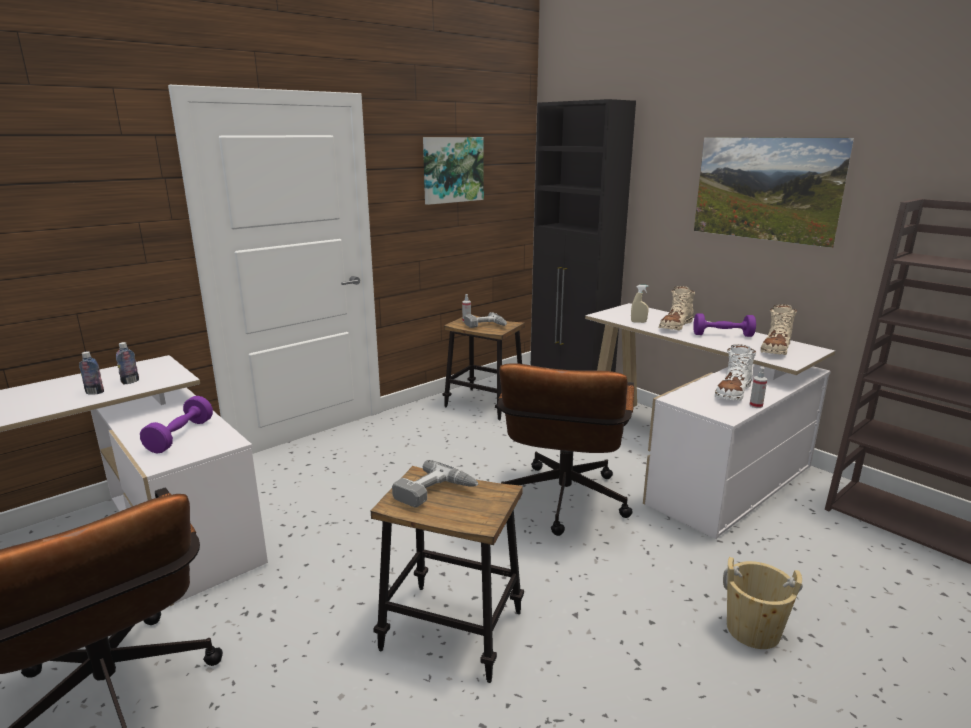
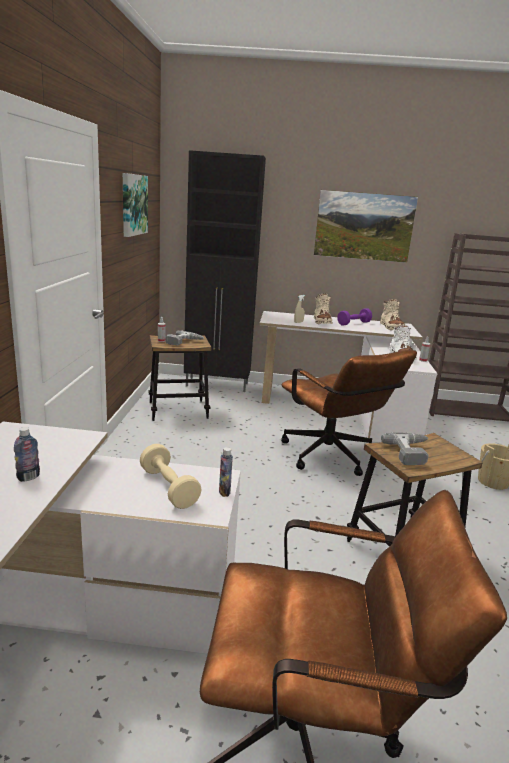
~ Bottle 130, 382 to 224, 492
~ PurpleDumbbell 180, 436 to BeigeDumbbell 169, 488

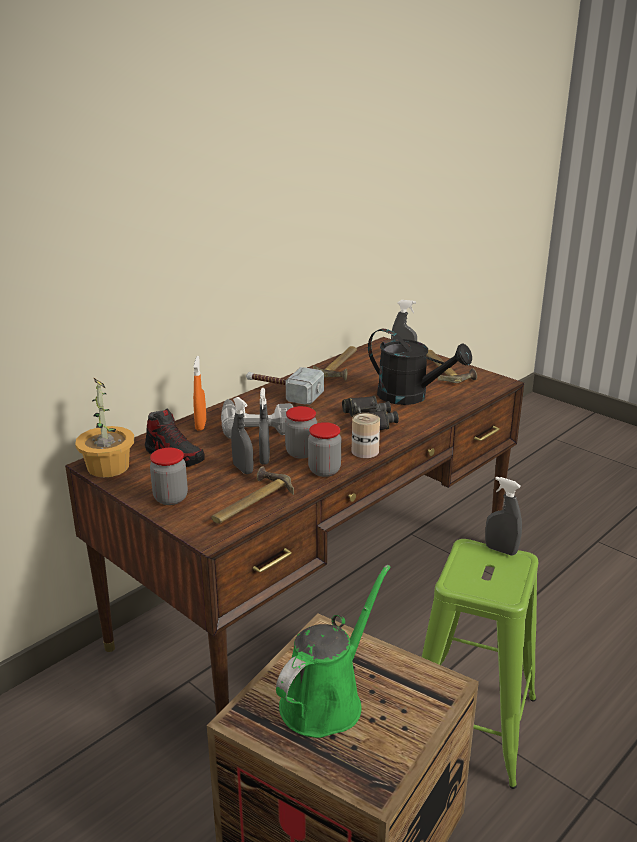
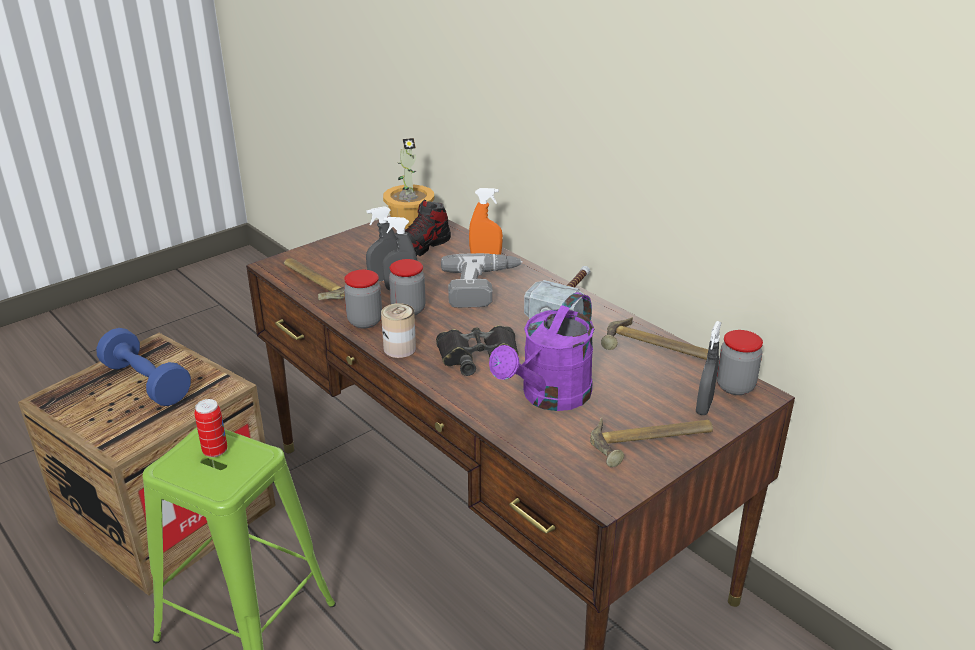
~ Jar 170, 498 to 735, 386
~ GreenWateringCan 326, 700 to BlueDumbbell 147, 383
~ BlackWateringCan 411, 397 to PurpleWateringCan 549, 397
- GreySprayBottle 500, 550
+ Can 215, 451

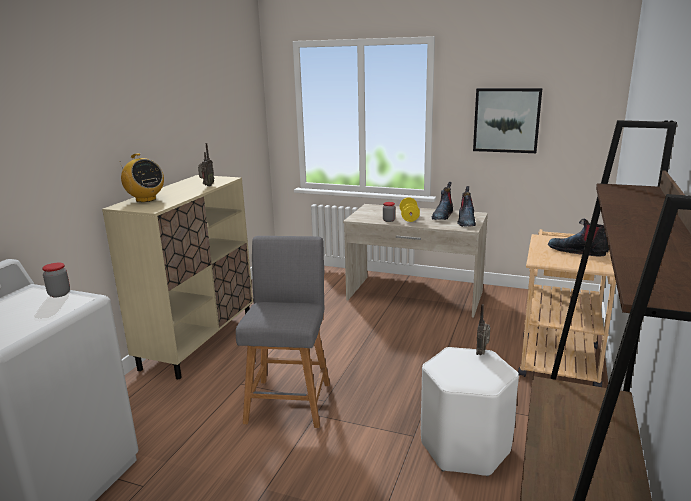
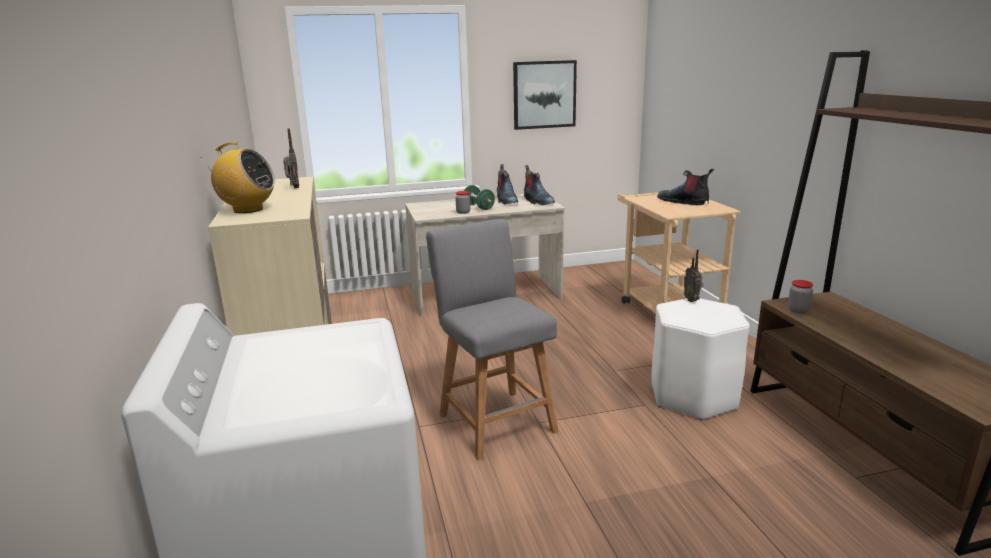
~ Jar 59, 294 to 798, 310
~ YellowDumbbell 409, 218 to GreenDumbbell 478, 207
~ Boot 578, 251 = 683, 202 45 degrees clockwise

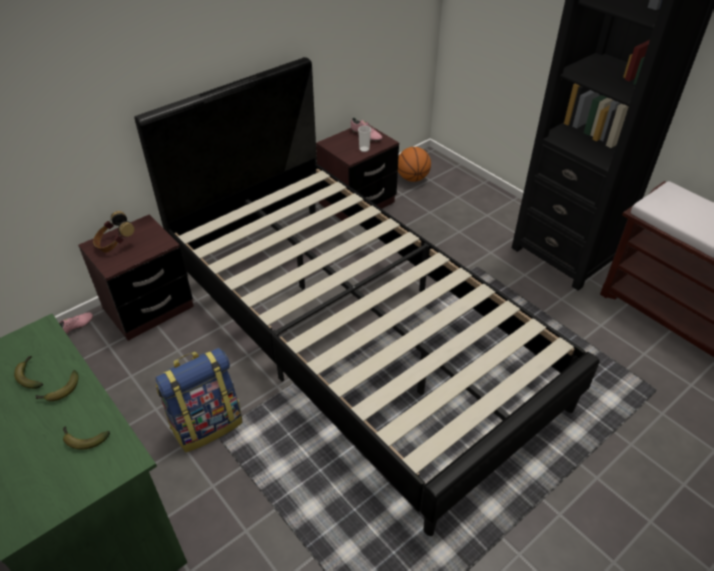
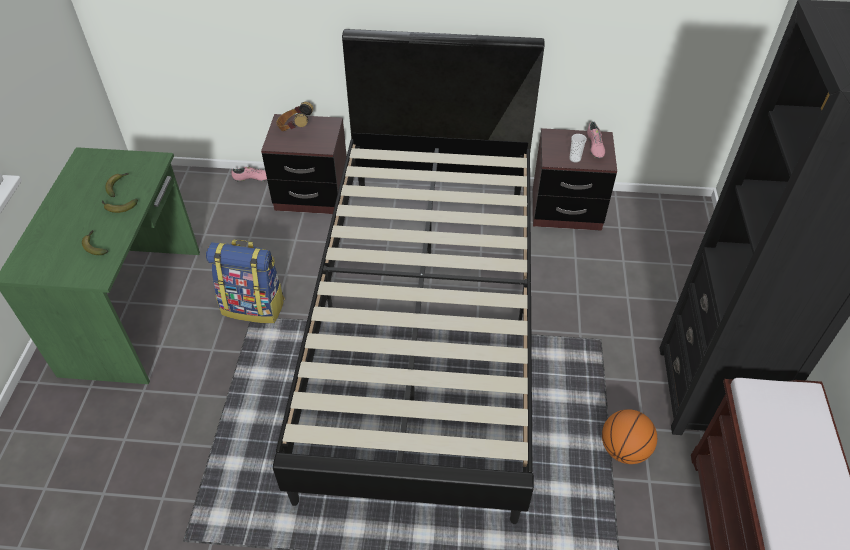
~ Basketball 412, 178 to 624, 449

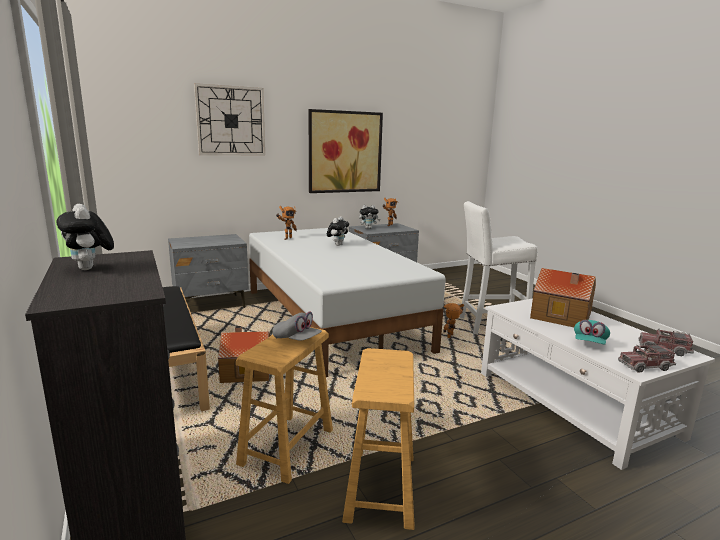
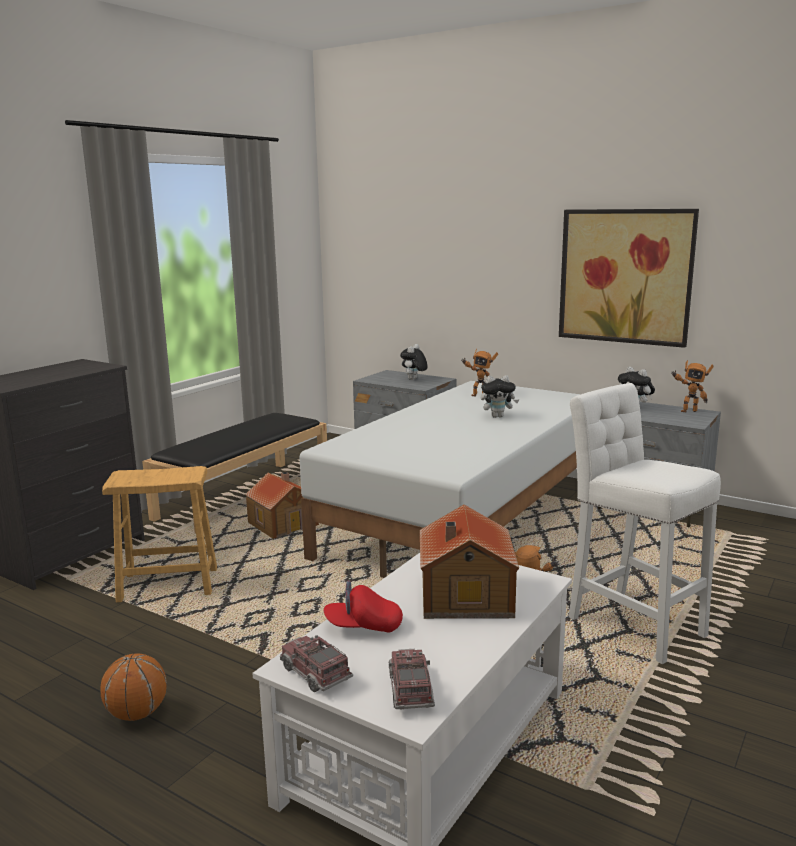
~ PlushToy 90, 269 to 414, 379
- WallClock 231, 121
- GreyCap 297, 340
- BrownStool 381, 487
~ TurquoiseCap 589, 343 to RedCap 363, 626
+ Basketball 137, 714

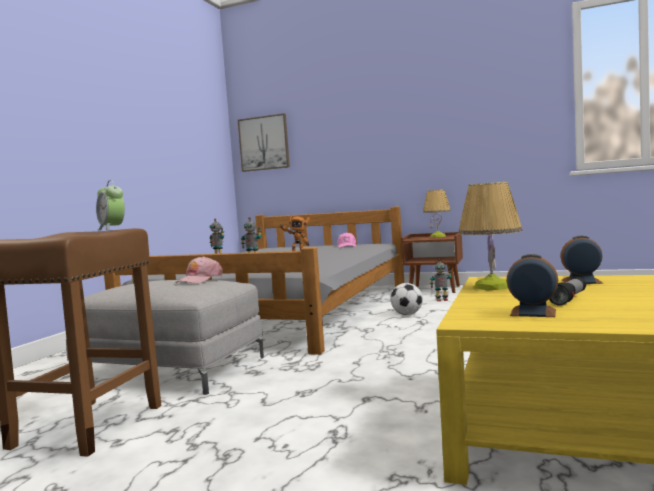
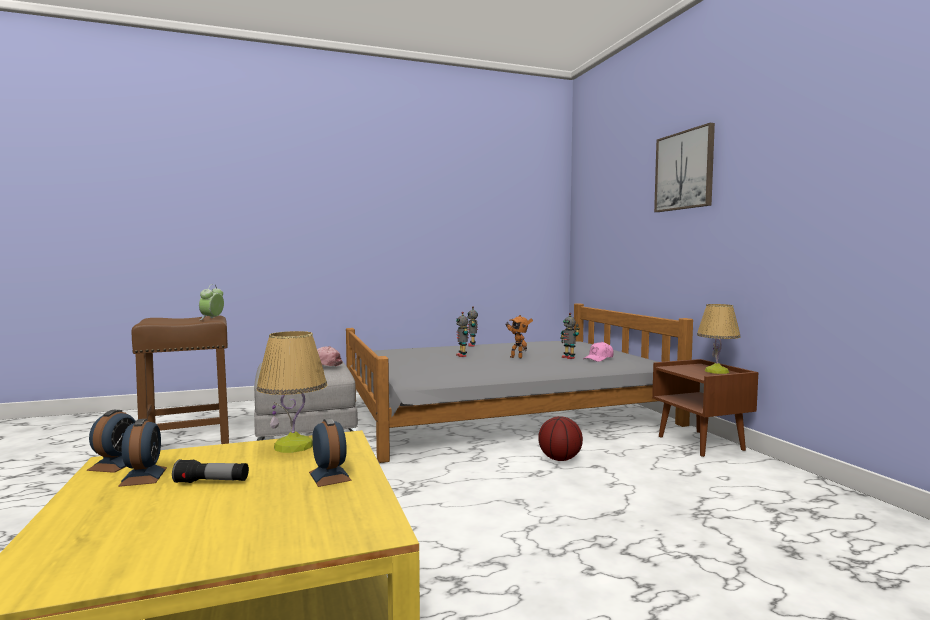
~ Picture 264, 143 to 684, 170
~ Football 407, 314 to Basketball 560, 459
~ ToyRobot 441, 300 to 568, 357
+ AlarmClock 115, 464

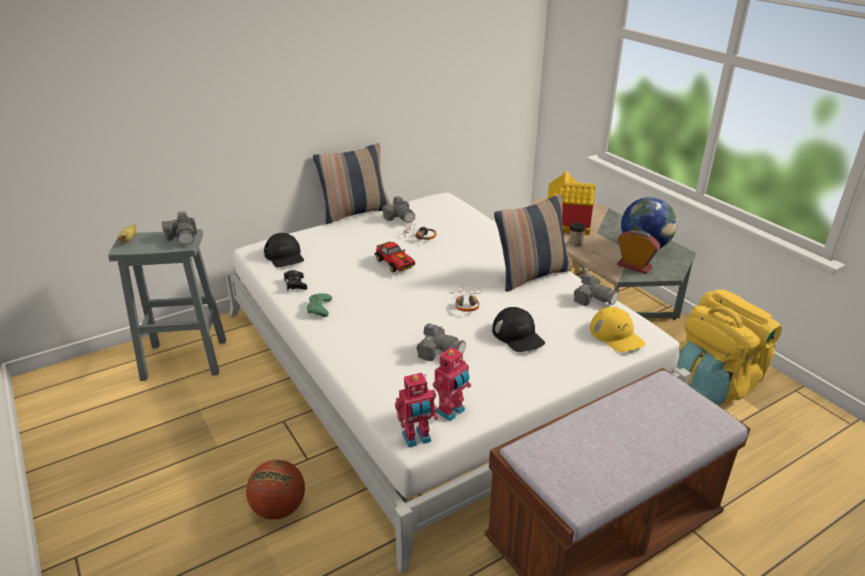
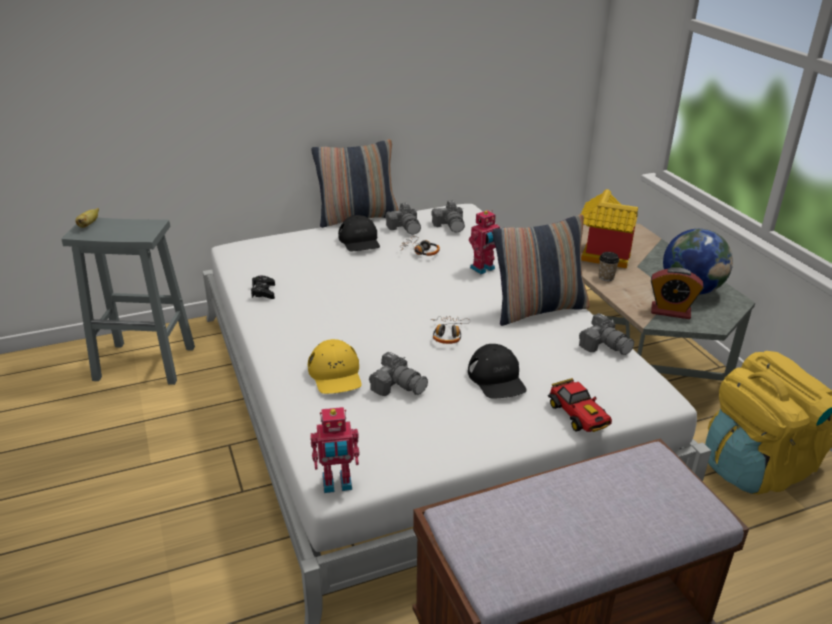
~ PhotoCamera 183, 237 to 450, 225
- Basketball 279, 508
~ BlackCap 284, 256 to 359, 240
- GreenGameController 319, 308
~ ToyCar 395, 264 to 578, 416
~ ToyRobot 451, 411 to 483, 269
~ YellowCap 616, 335 to 335, 374
~ AlarmClock 634, 266 = 670, 311 150 degrees clockwise

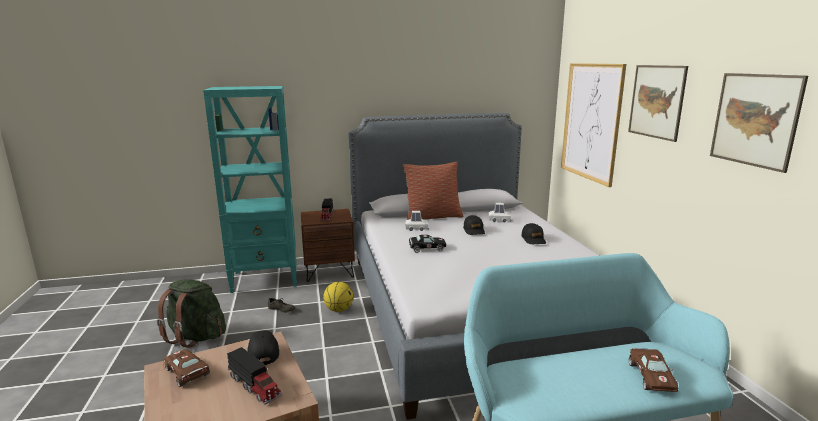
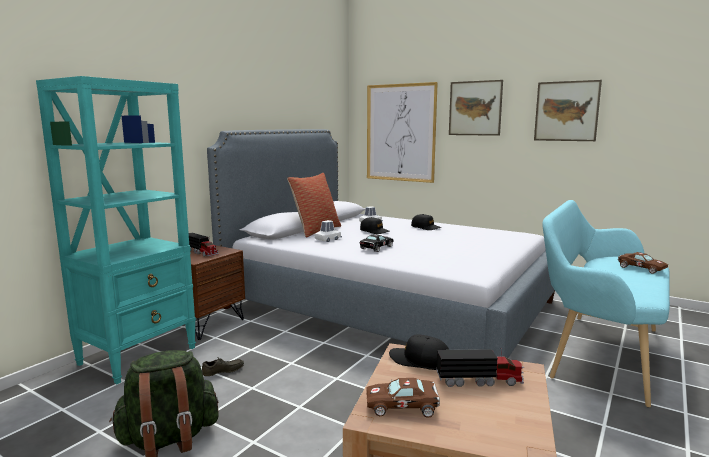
- Basketball 339, 309

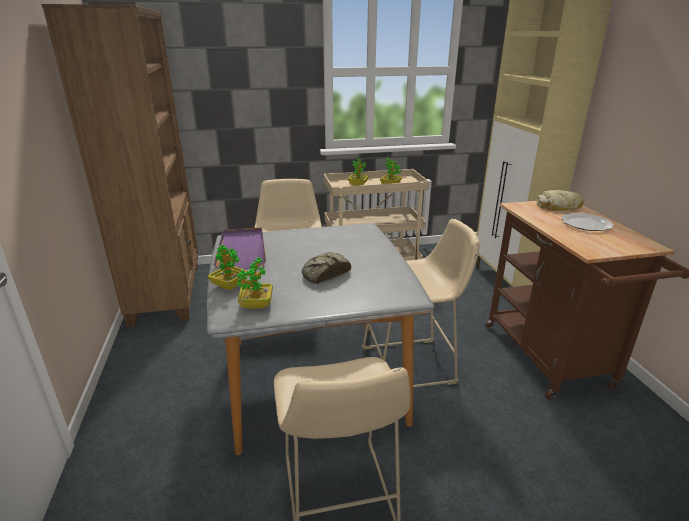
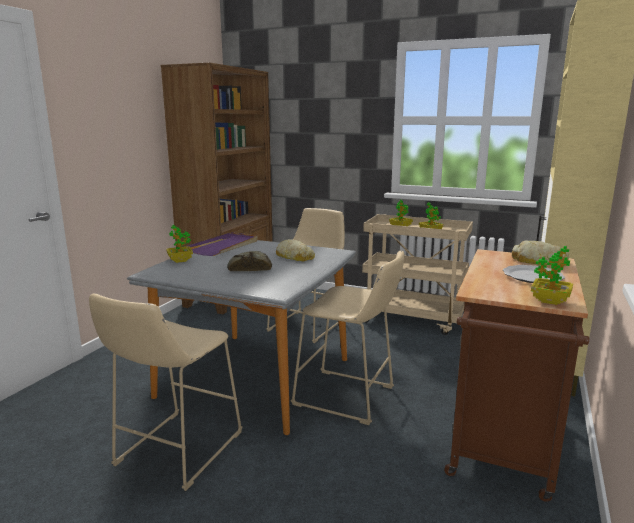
~ PottedPlant 256, 305 to 550, 301
+ Bread 295, 256

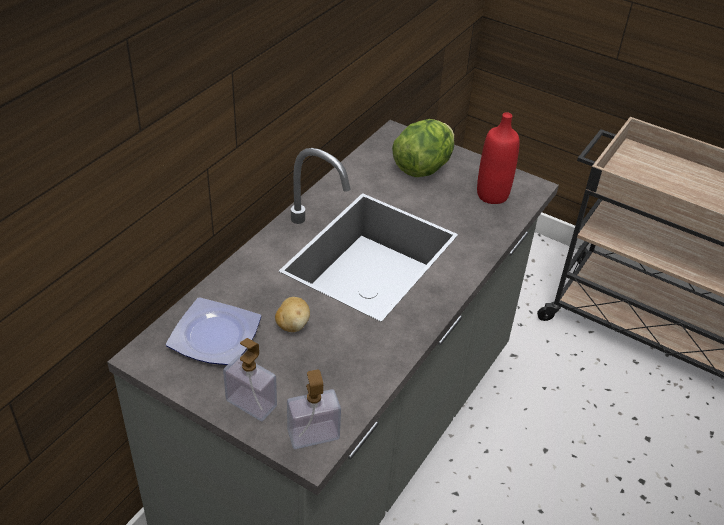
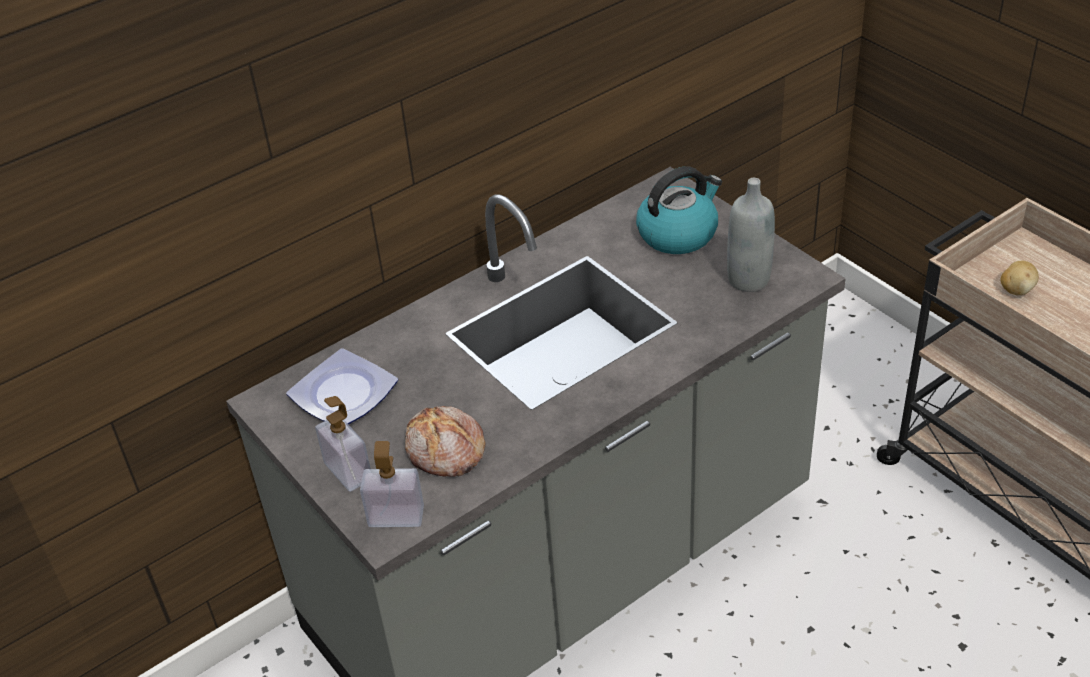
~ Potato 292, 325 to 1016, 290
~ Lettuce 422, 167 to Kettle 678, 233
~ RedBottle 492, 195 to GreyBottle 748, 280
+ Bread 444, 451

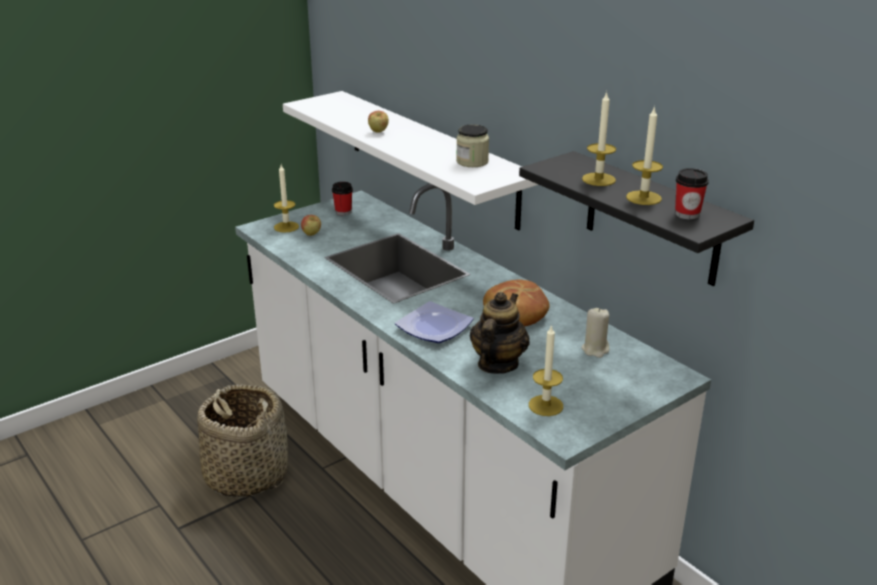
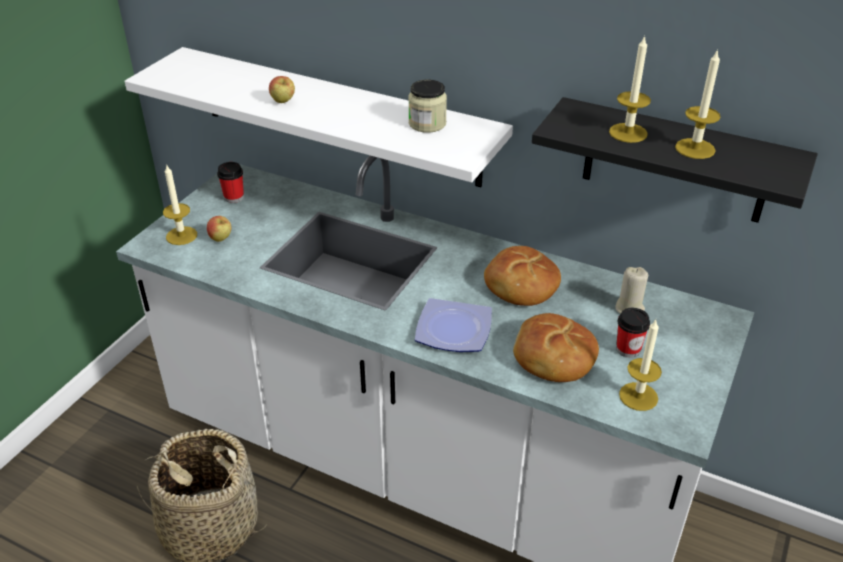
~ Teapot 497, 364 to Bread 553, 358
~ Cup 687, 214 to 628, 349

